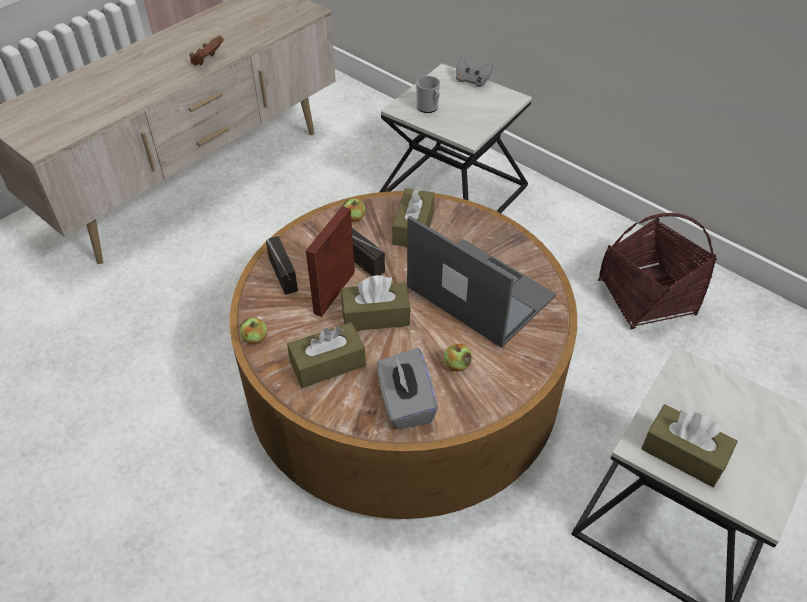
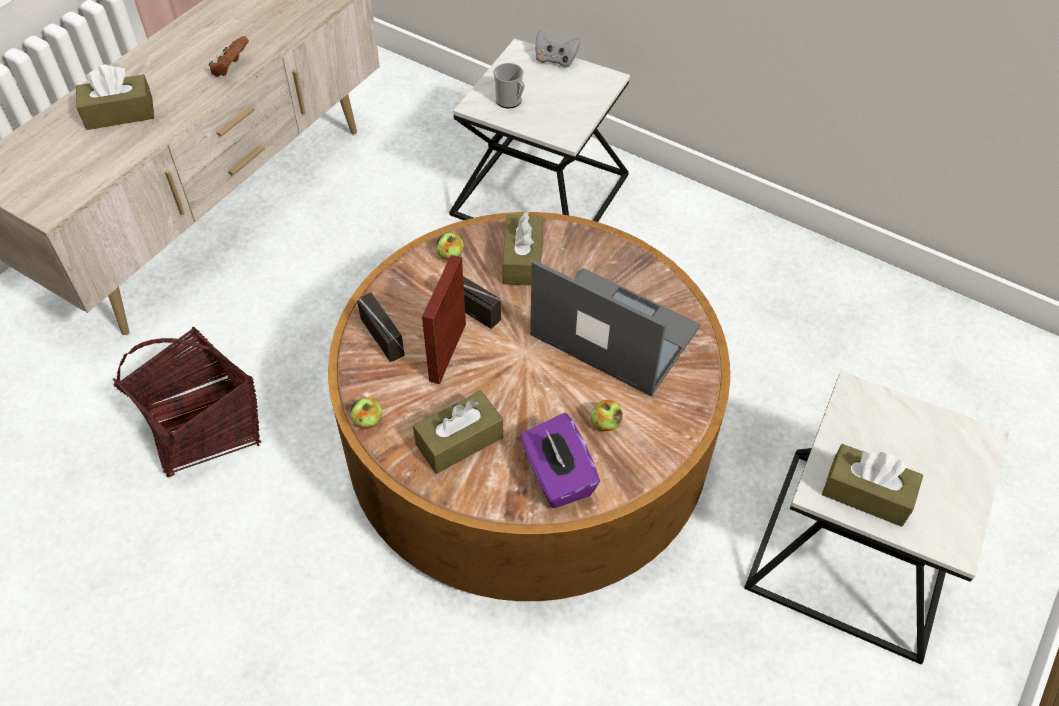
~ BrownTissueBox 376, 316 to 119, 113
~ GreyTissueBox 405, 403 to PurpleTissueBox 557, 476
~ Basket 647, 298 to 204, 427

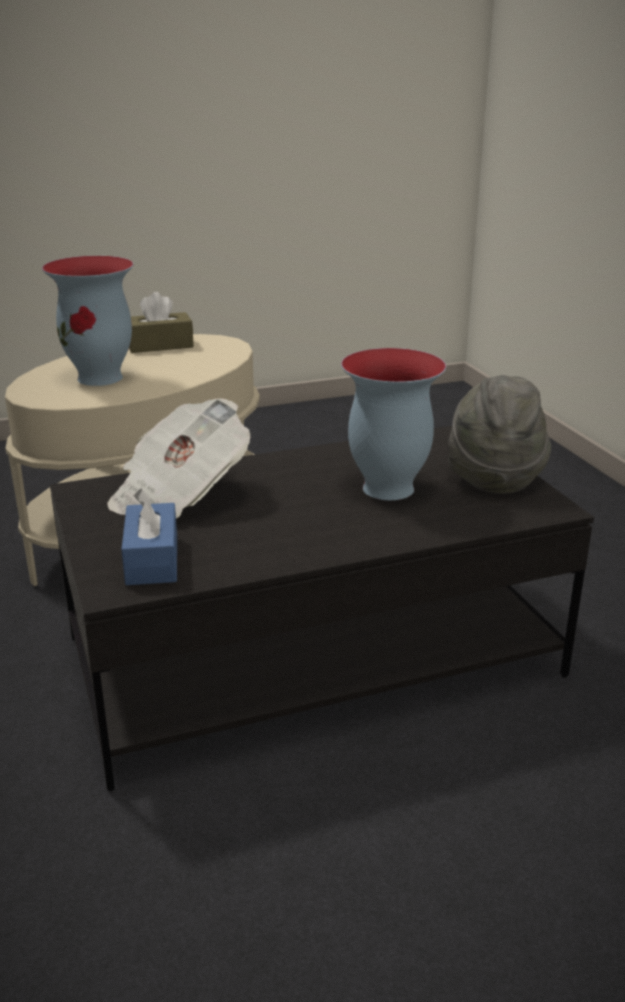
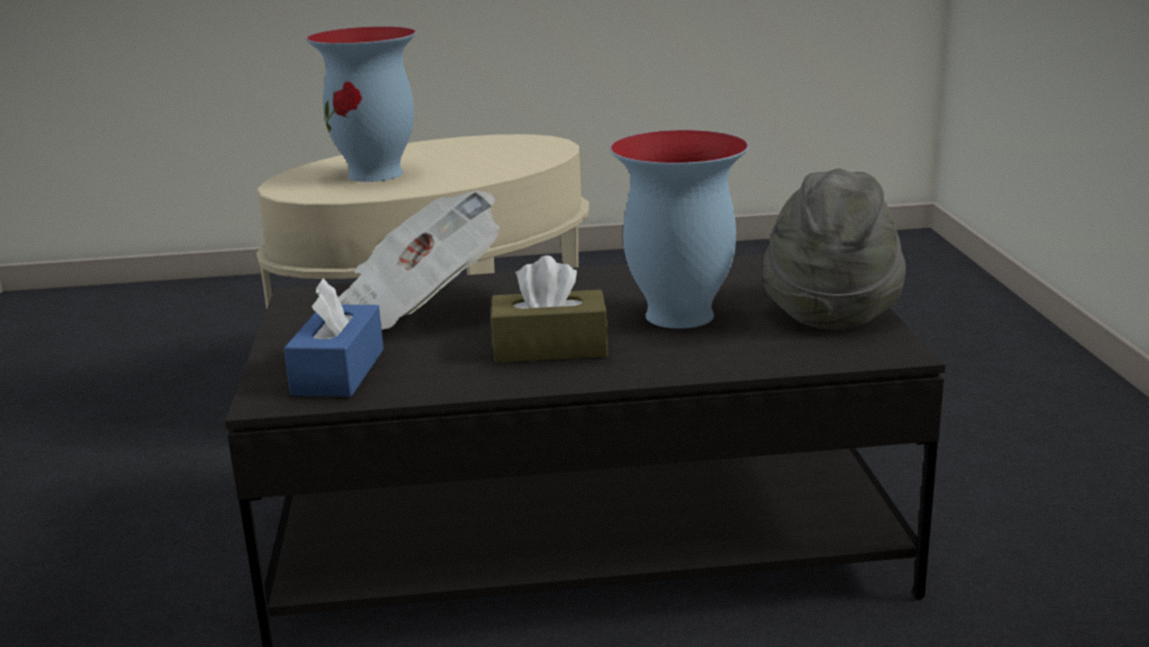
~ BrownTissueBox 160, 345 to 550, 348

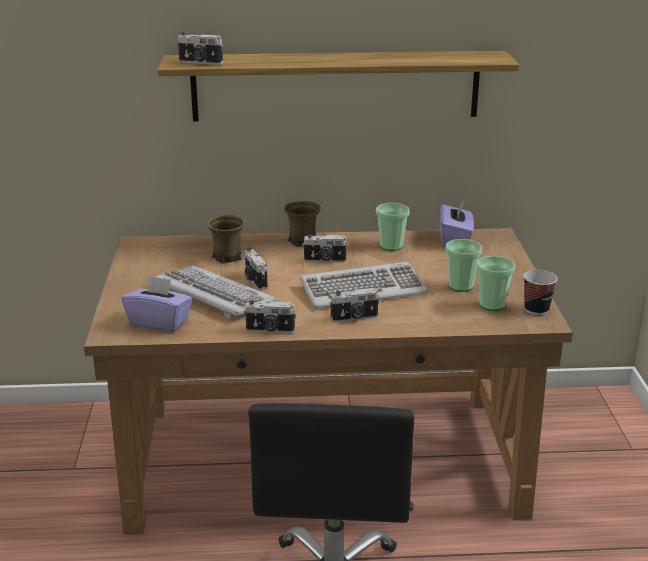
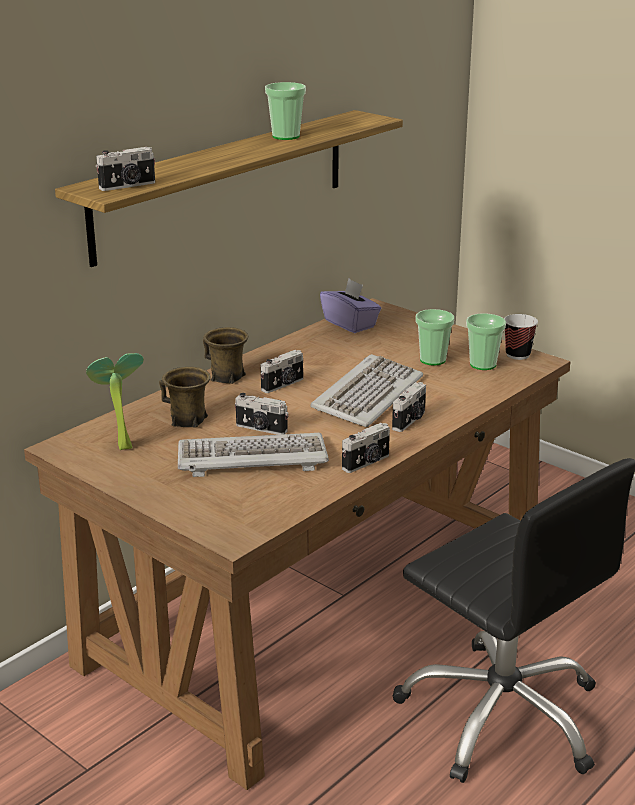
- PurpleTissueBox 159, 322
~ Cup 391, 246 to 286, 136
+ PottedPlant 120, 446

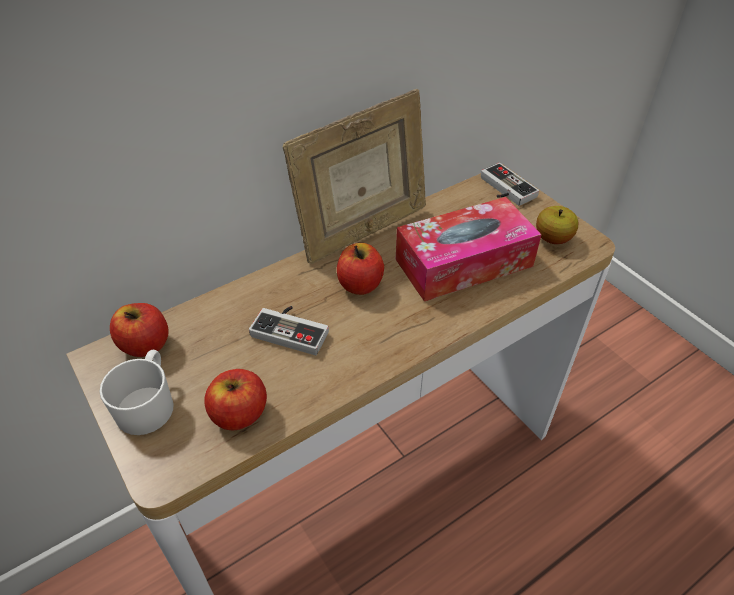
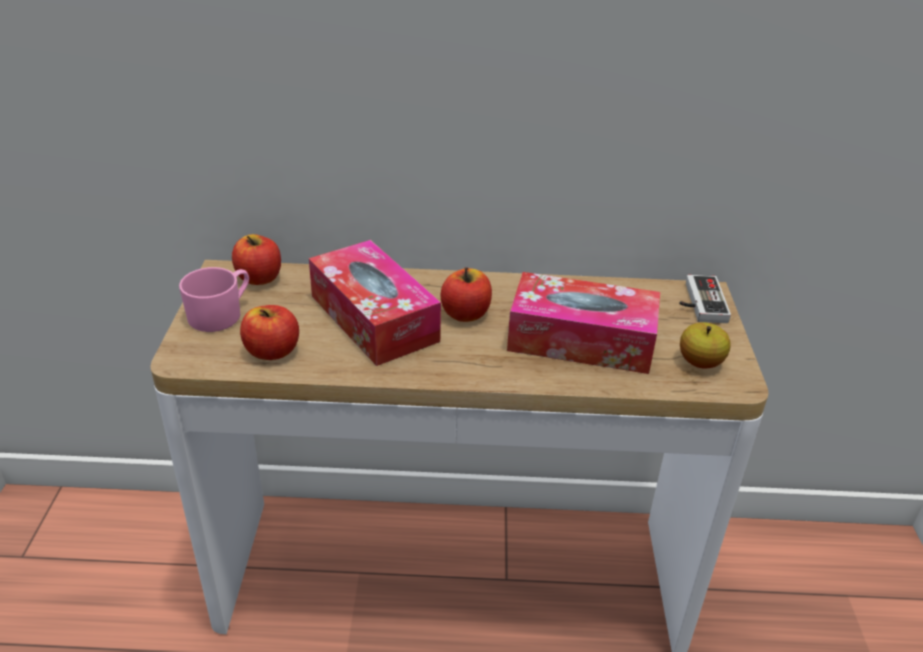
~ WhiteMug 148, 404 to PinkMug 221, 314
~ GameController 292, 329 to TissueBox 374, 318
- PictureFrame 362, 232

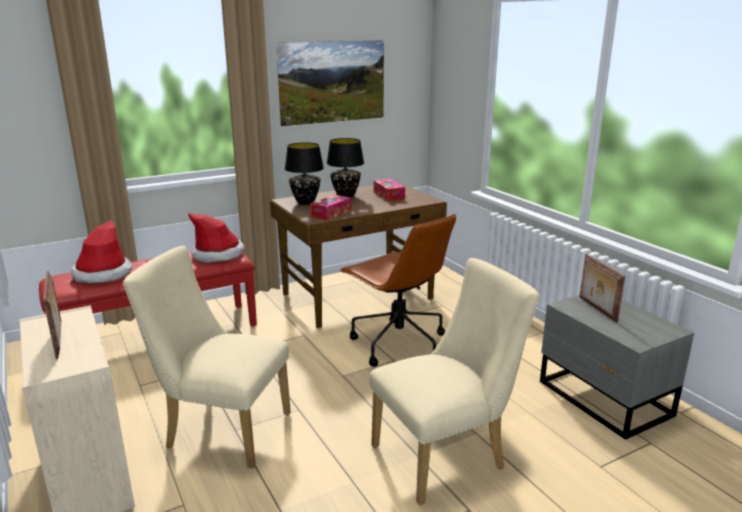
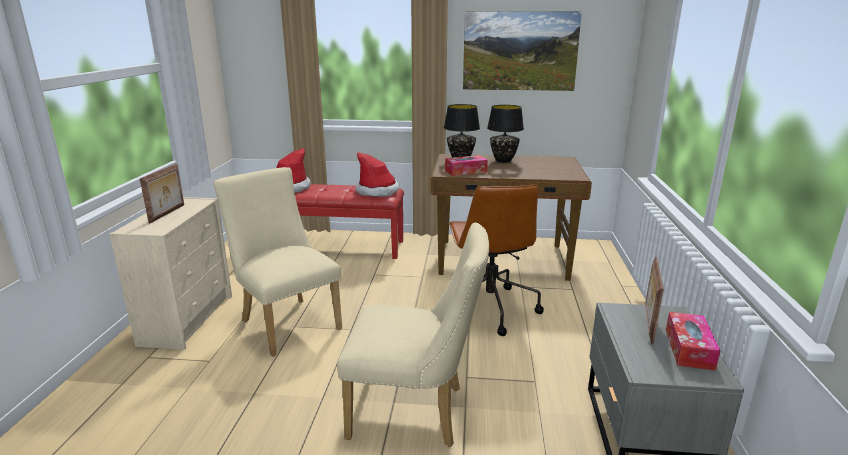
~ TissueBox 388, 195 to 689, 349

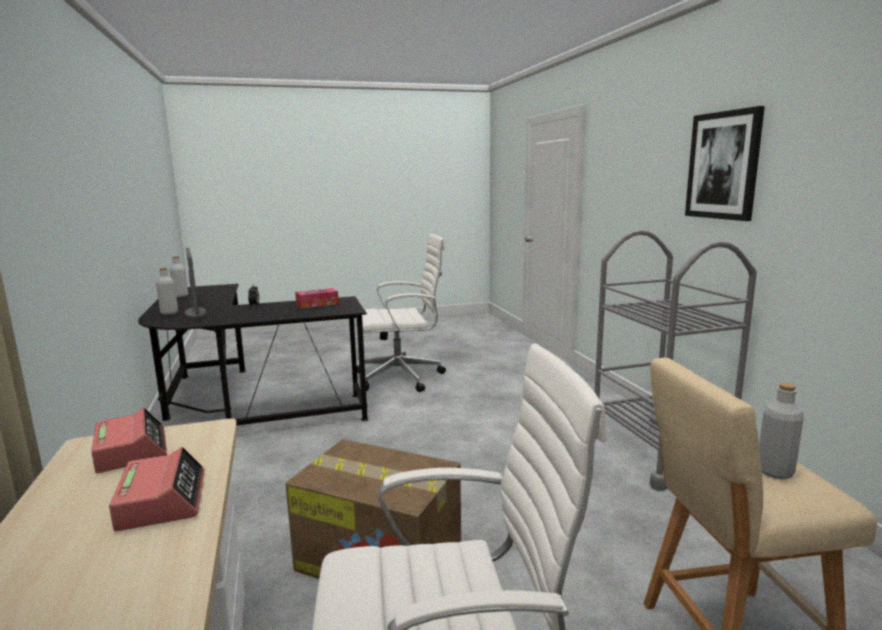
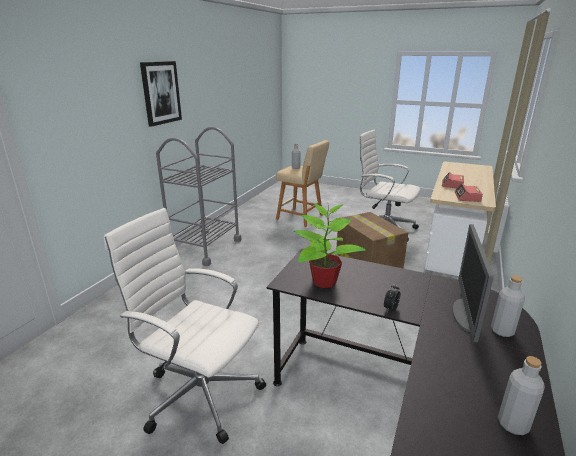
~ TissueBox 317, 304 to PottedPlant 323, 281

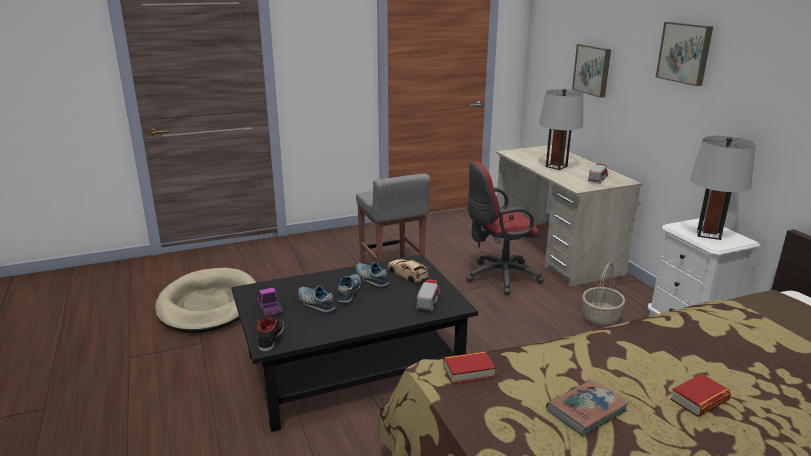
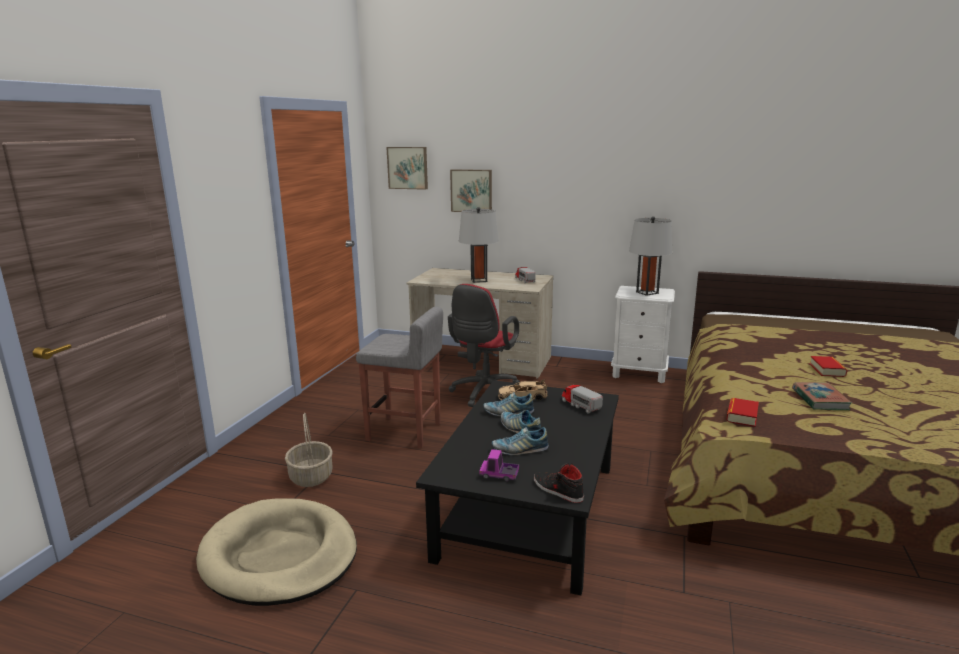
~ Basket 601, 318 to 311, 477
~ Picture 685, 53 to 408, 168

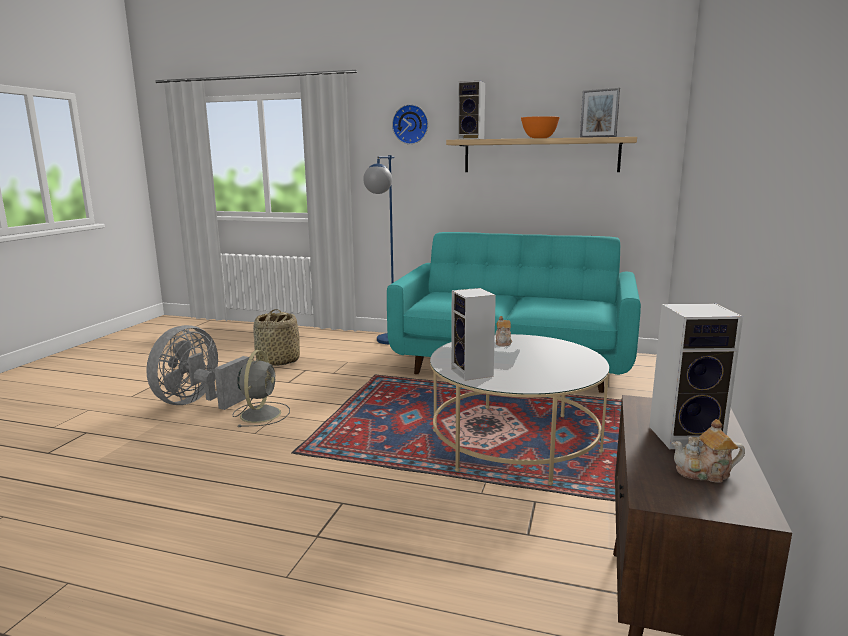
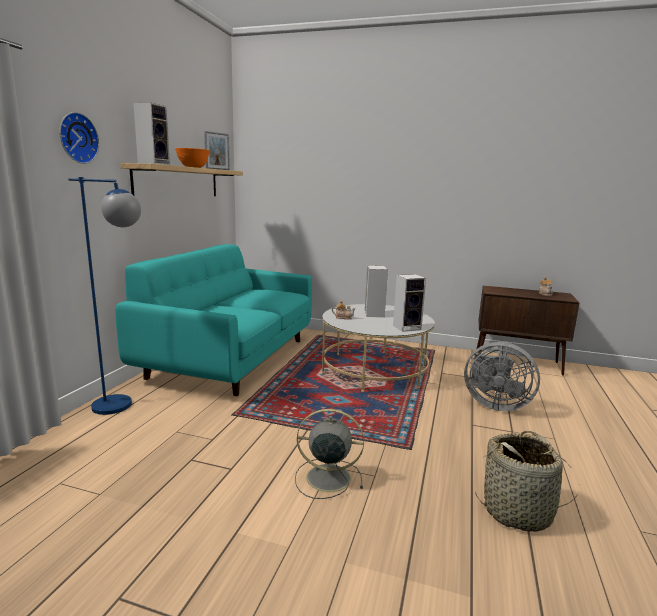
~ GreyFan 198, 403 to 494, 404
~ Basket 277, 361 to 518, 511
~ Speaker 687, 436 to 373, 314

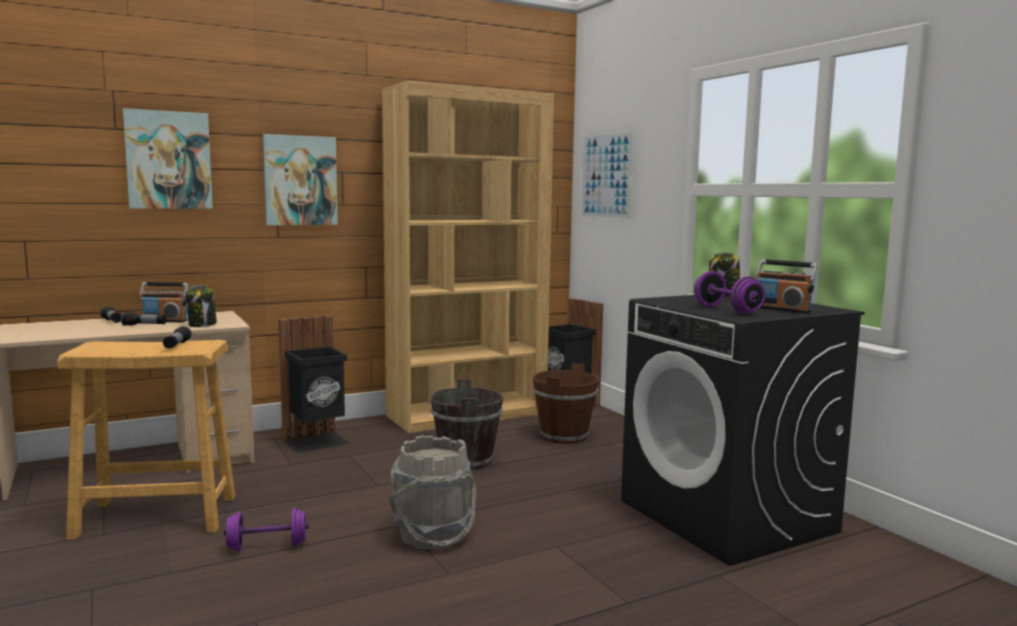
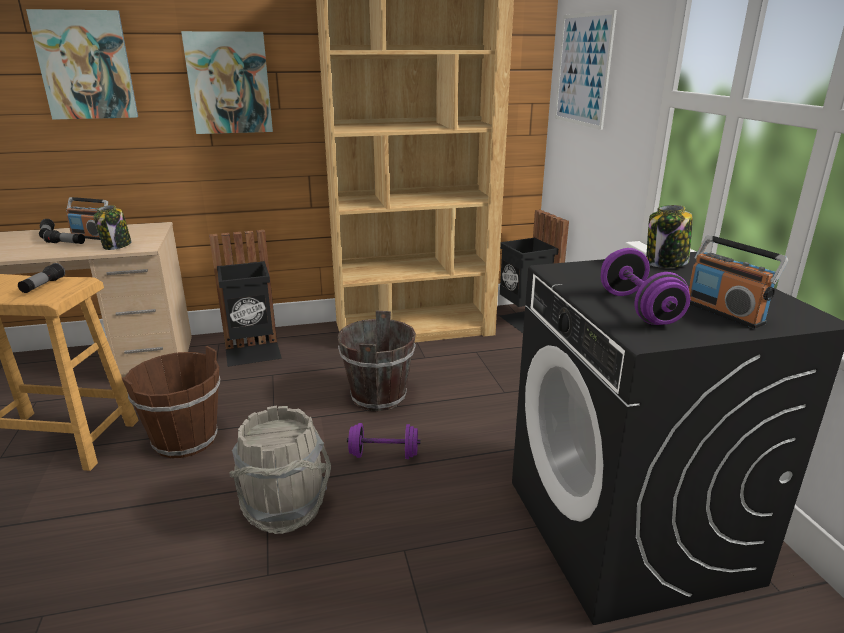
~ PurpleDumbbell 267, 546 to 384, 454
~ BrownBucket 563, 436 to 185, 439

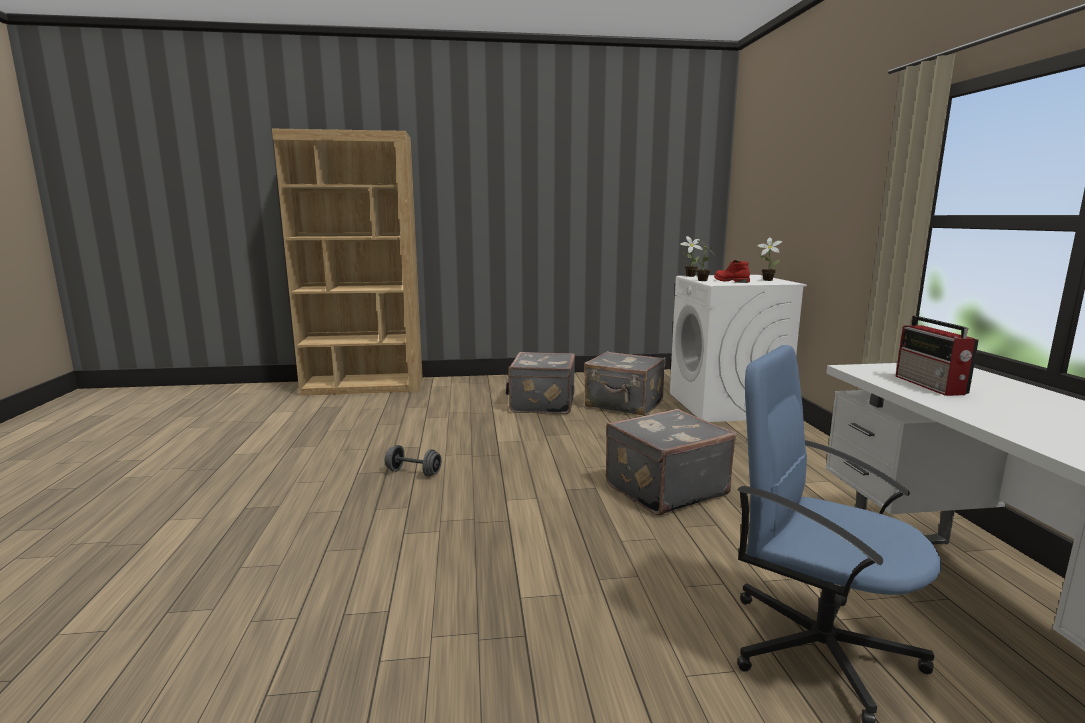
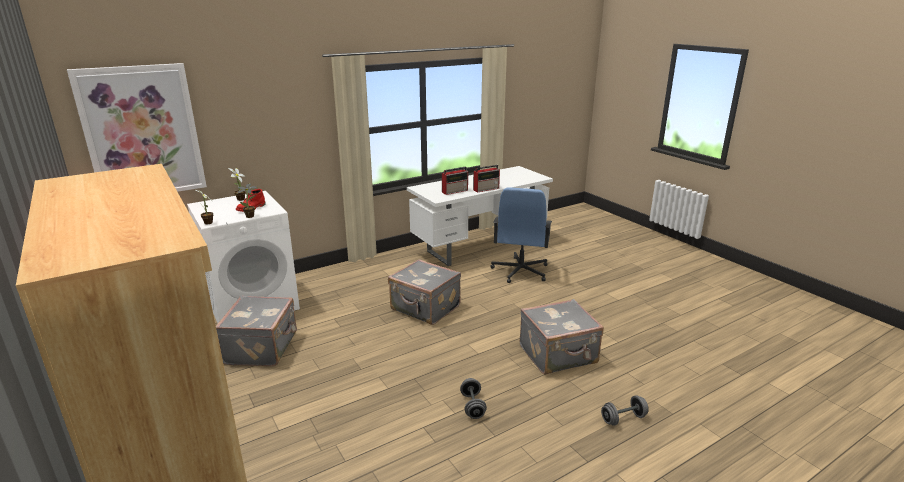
~ GreySuitcase 541, 404 to 558, 355
+ Picture 142, 132
+ Radio 486, 189
+ GreyDumbbell 623, 418

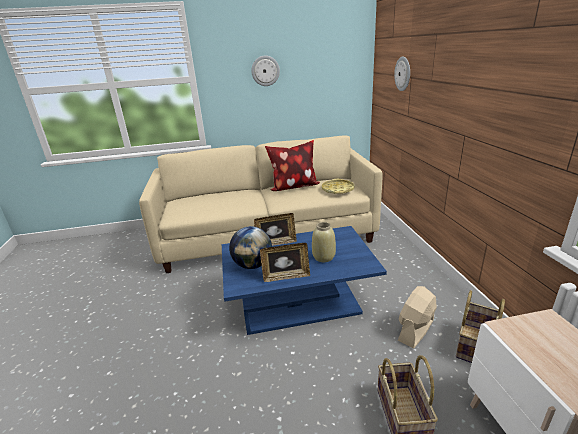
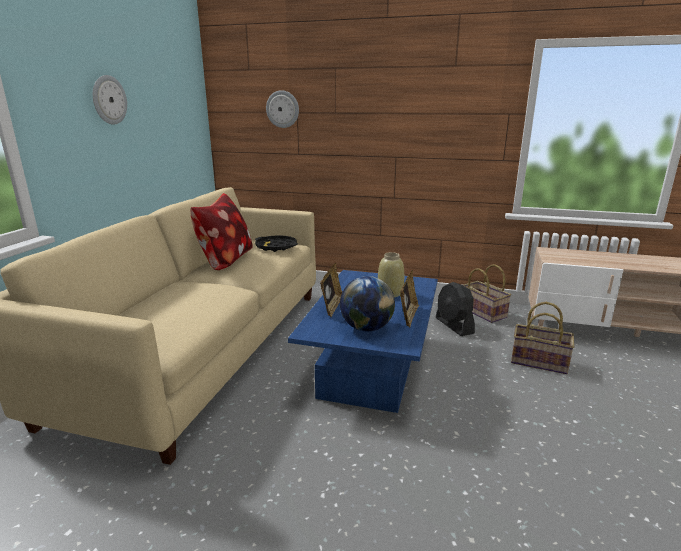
~ YellowTray 337, 189 to BlackTray 276, 247
~ BeigeFan 415, 330 to BlackFan 454, 325

